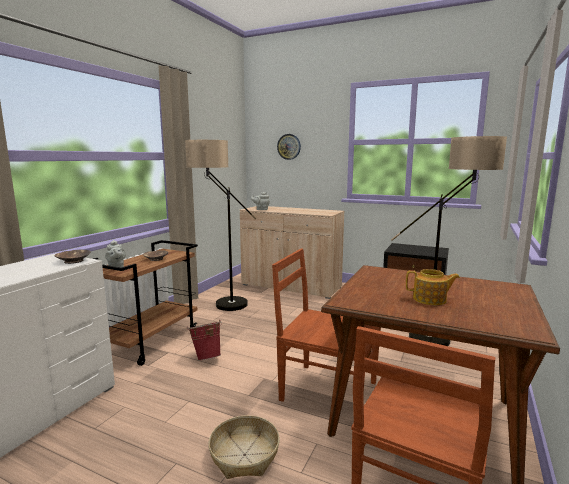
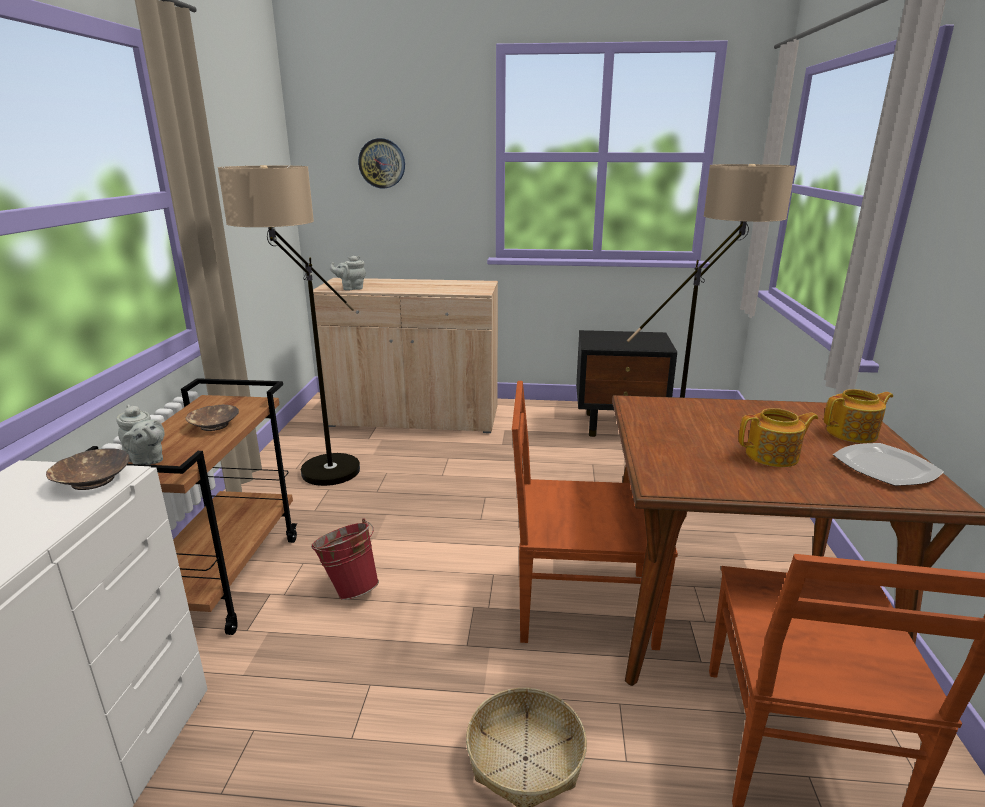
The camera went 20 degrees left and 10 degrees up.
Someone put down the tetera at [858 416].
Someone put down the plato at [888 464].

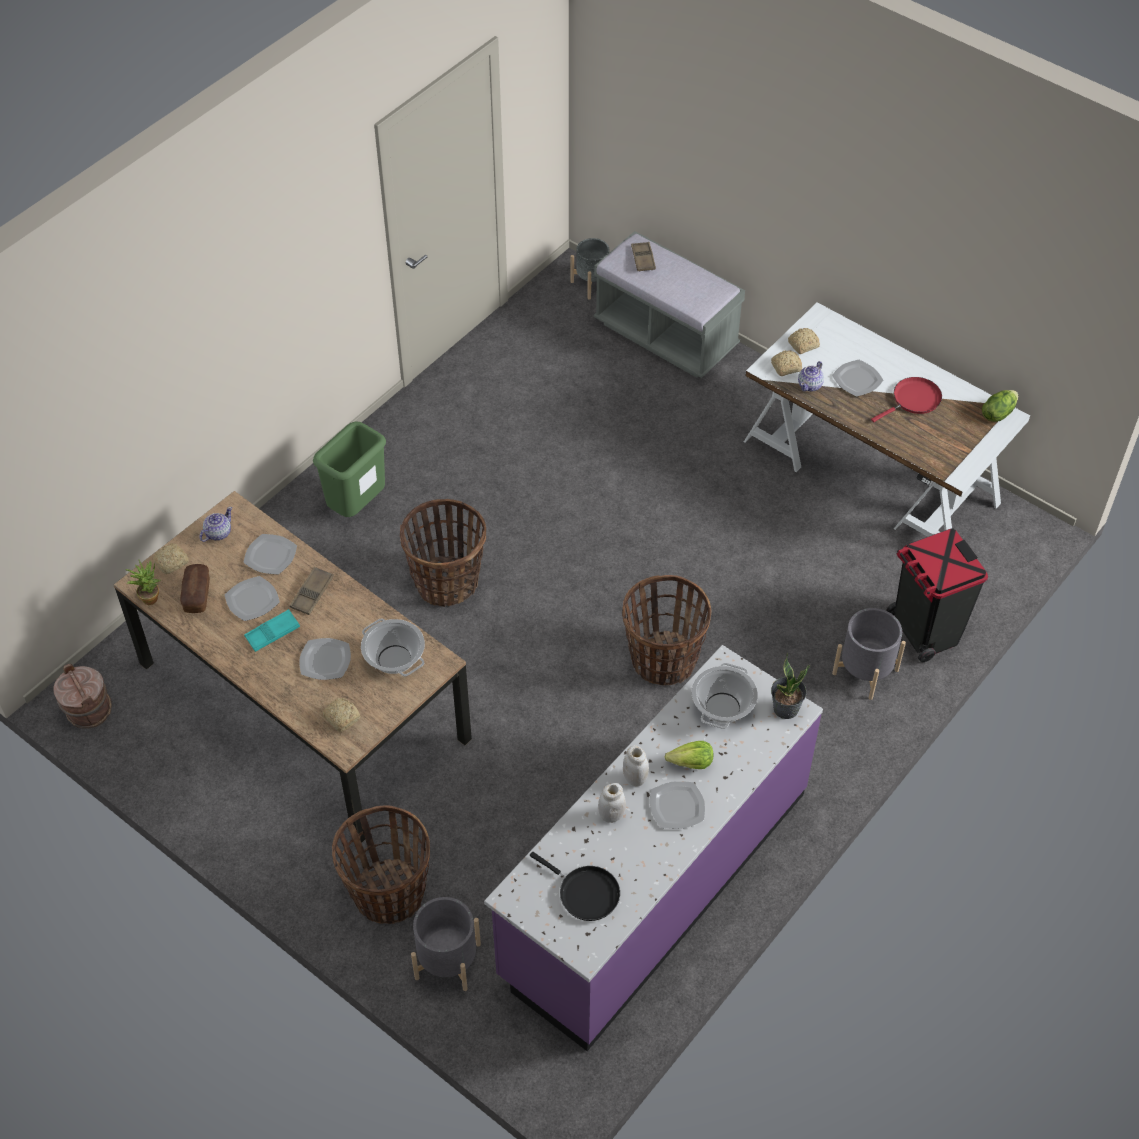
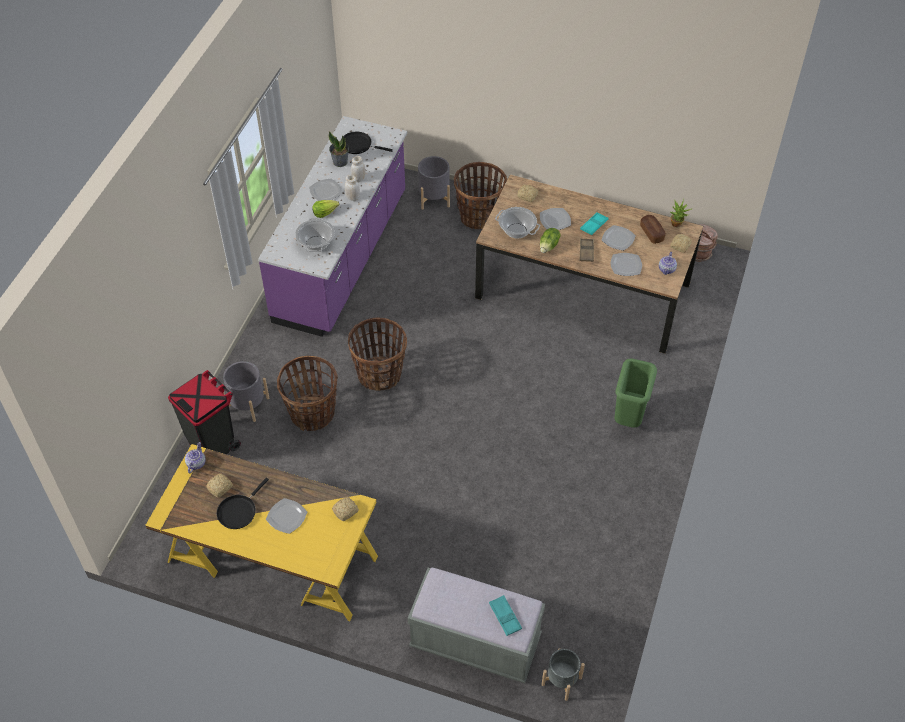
The camera went 160 degrees right and 0 degrees up.
Someone repainted the bandeja/marrón at [643 257], which became the bandeja/turquesa at [505 615].
Someone repainted the escritorio/blanco at [887 419], which became the escritorio/amarillo at [261 532].
Someone carried the pan from [804 341] to [219 485].
Someone carried the tetera from [811 376] to [195 457].
Someone repainted the sartén/rojo at [906 399], which became the sartén/negro at [243 503].
Someone carried the lechuga from [1000 406] to [550 240].
Someone carried the cesta from [443 553] to [307 393].
Someone carried the planta en maceta from [790 686] to [338 149].

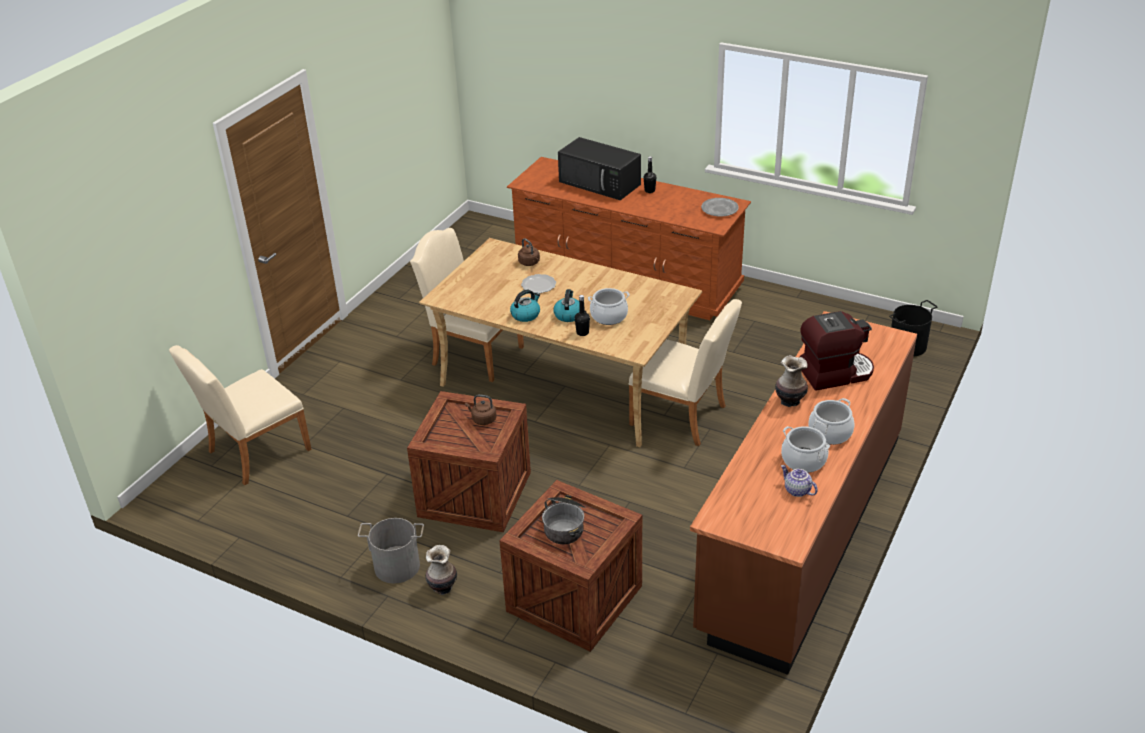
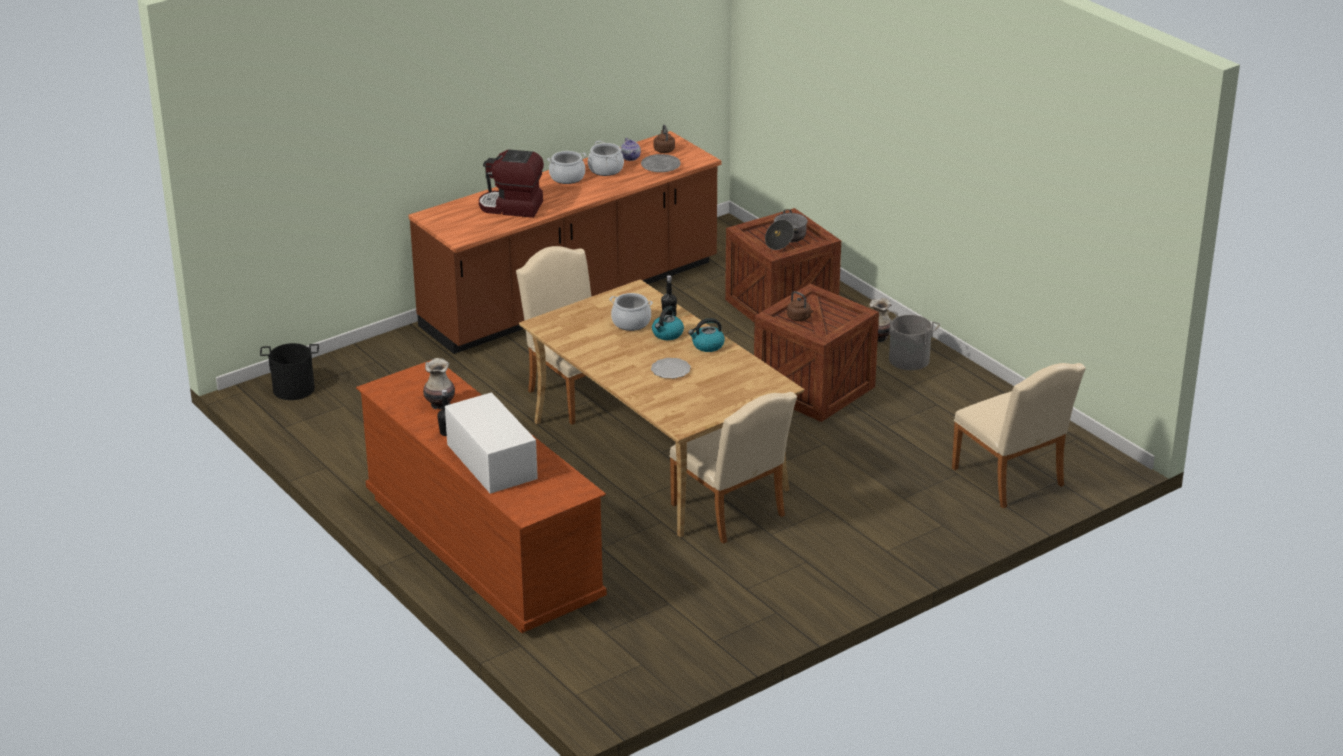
The camera went 155 degrees left and 5 degrees down.
Someone repainted the microondas/negro at [599 168], which became the microondas/blanco at [491 443].
Someone carried the plato/gris from [720 207] to [661 163].
Someone carried the hervidor/marrón from [529 252] to [664 139].
Someone rotated the silla/beis at [240 415] by 75 degrees clockwise.
Someone carried the florero from [791 381] to [439 384].

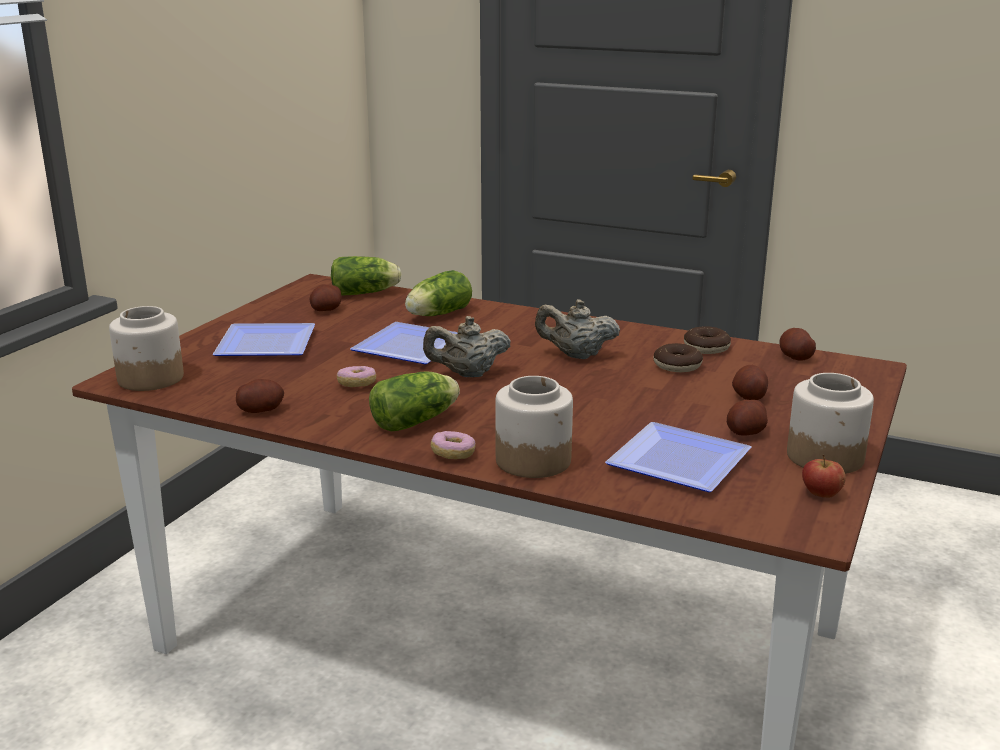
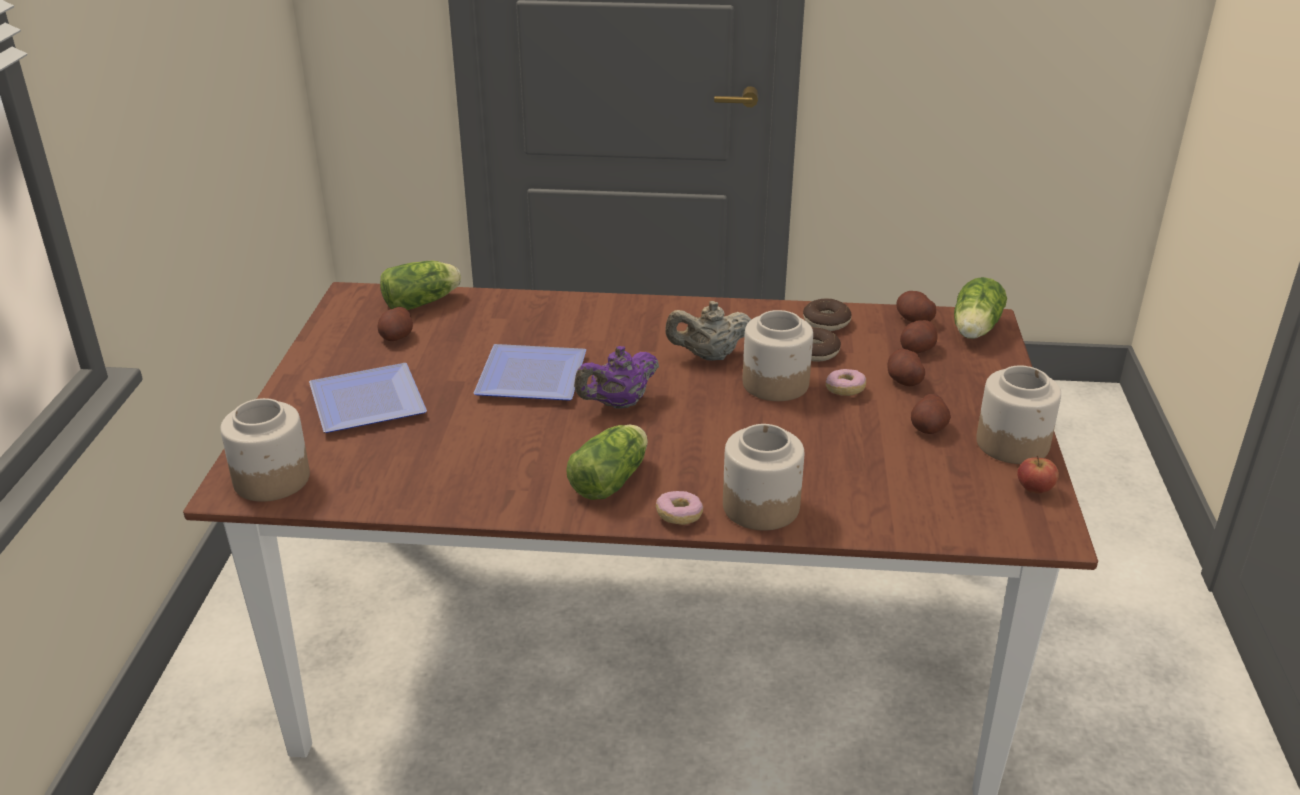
The camera went 20 degrees left and 10 degrees up.
Someone carried the lechuga from [438 293] to [980 308].
Someone repainted the tetera/beis at [467 346], which became the tetera/morado at [616 377].
Someone carried the rosquilla from [356 376] to [846 382].
Someone carried the patata from [260 396] to [919 336].
Someone took away the plato at [678 457].
Someone put down the tarro at [778 355].

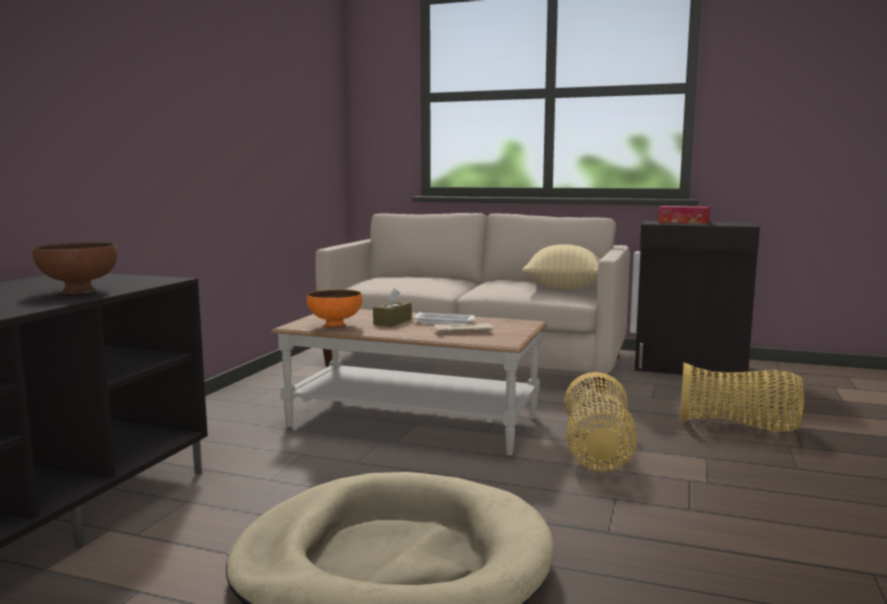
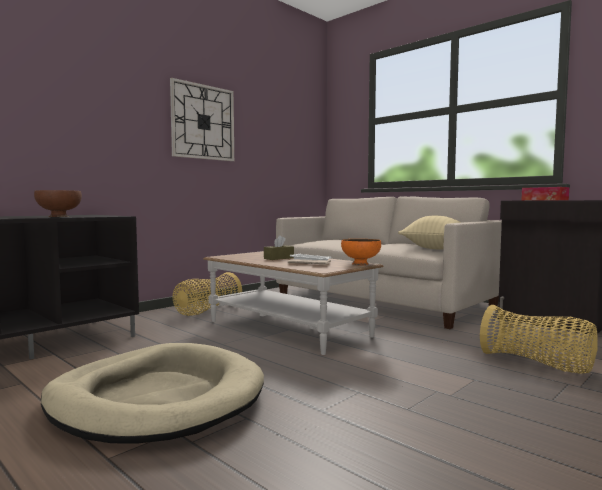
The camera went 25 degrees right and 5 degrees down.
Someone carried the cuenco/naranja from [334 309] to [361 252].
Someone carried the cesta from [600 422] to [207 294].
Someone put up the reloj de pared at [202 119].

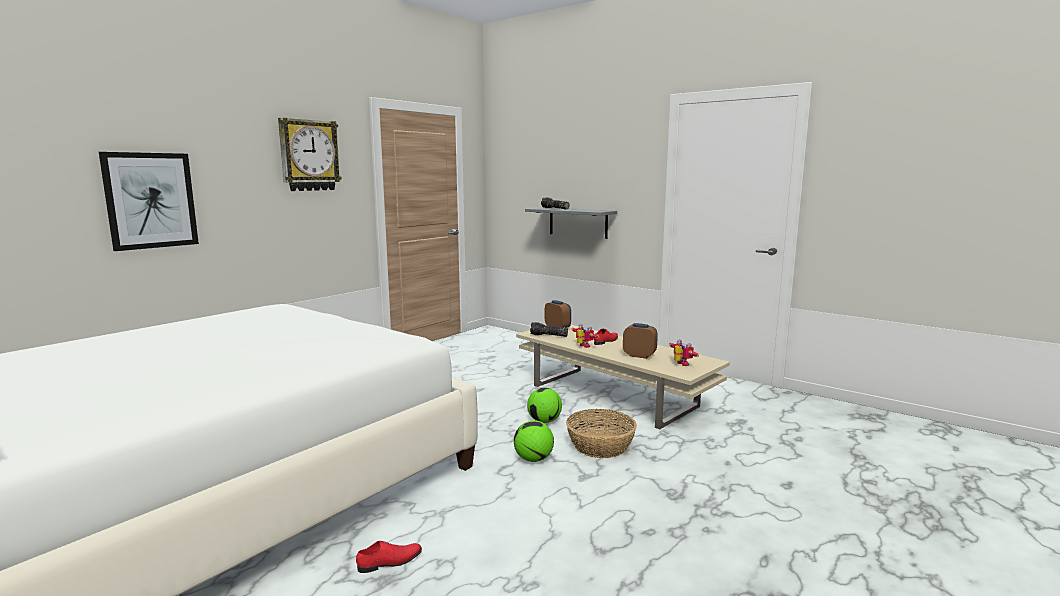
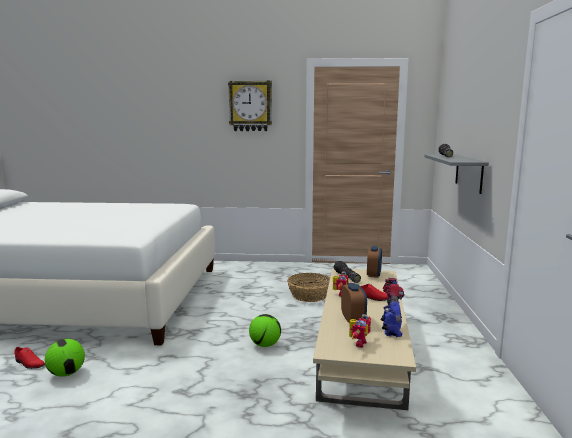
The camera went 55 degrees right and 0 degrees up.
Someone took away the cuadro at [149 201].
Someone carried the cesta from [601 433] to [308 287].
Someone carried the balón de fútbol from [534 441] to [65 358].
Someone put down the robot de juguete at [393 307].

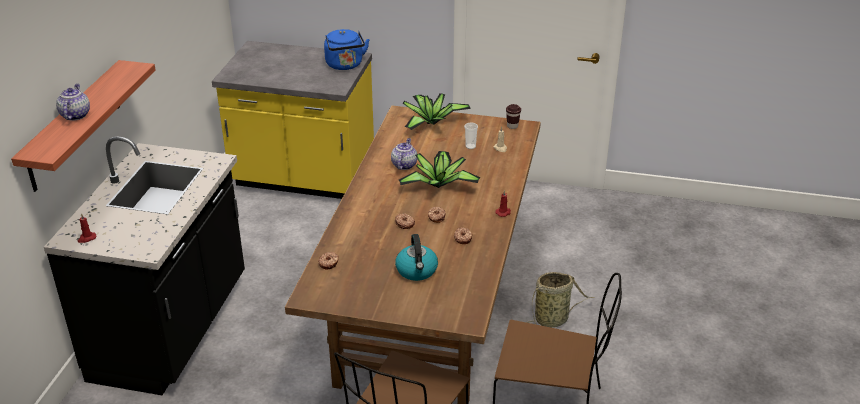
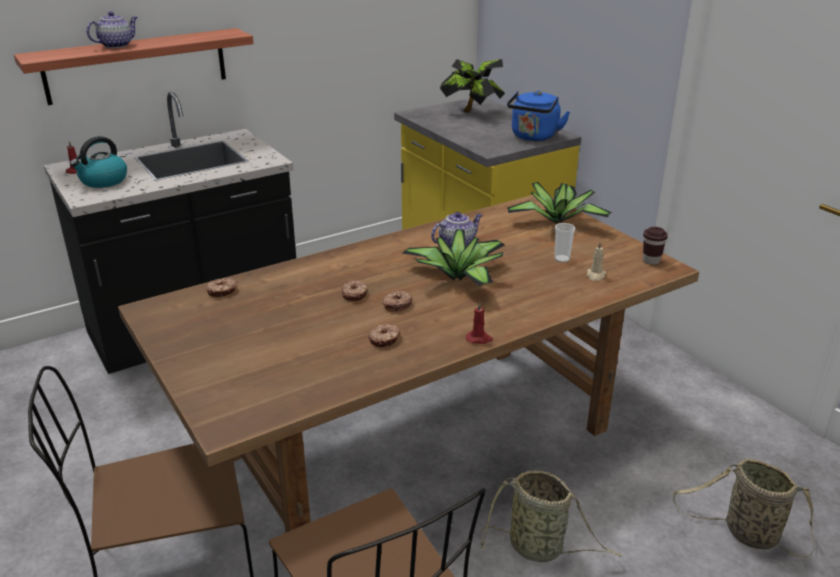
The camera went 45 degrees right and 5 degrees down.
Someone carried the hervidor from [416 257] to [98 162].
Someone put down the planta en maceta at [472 86].
Someone put down the cesta at [743 508].

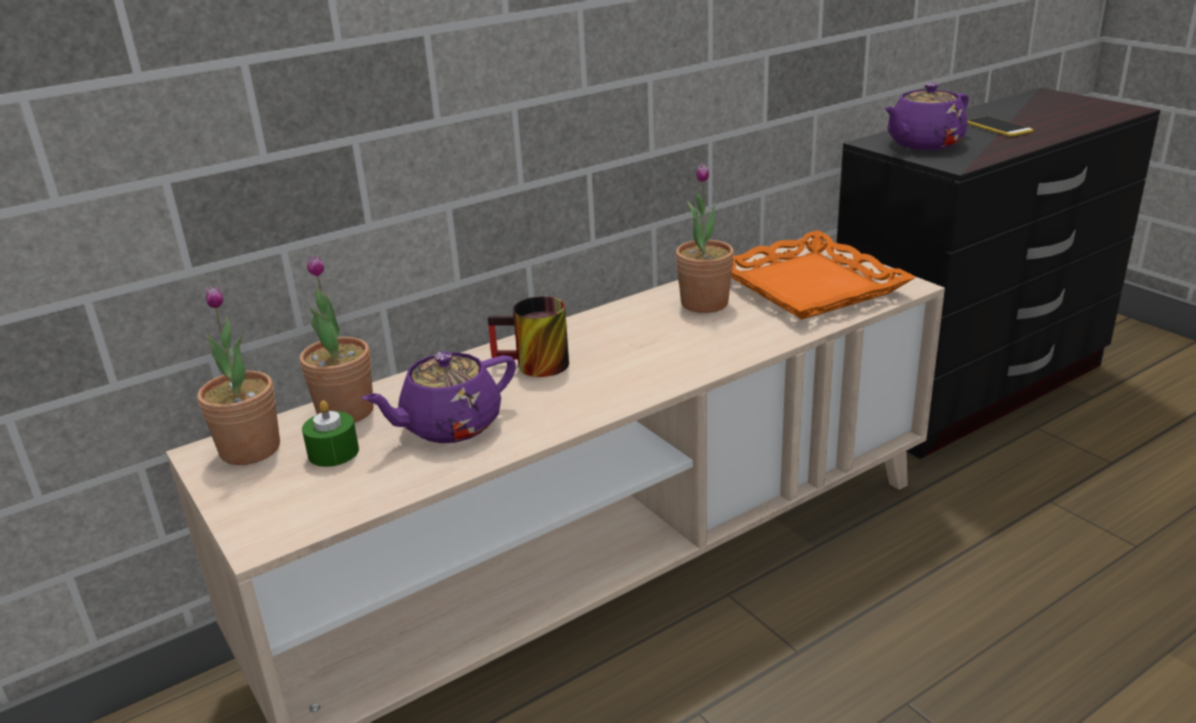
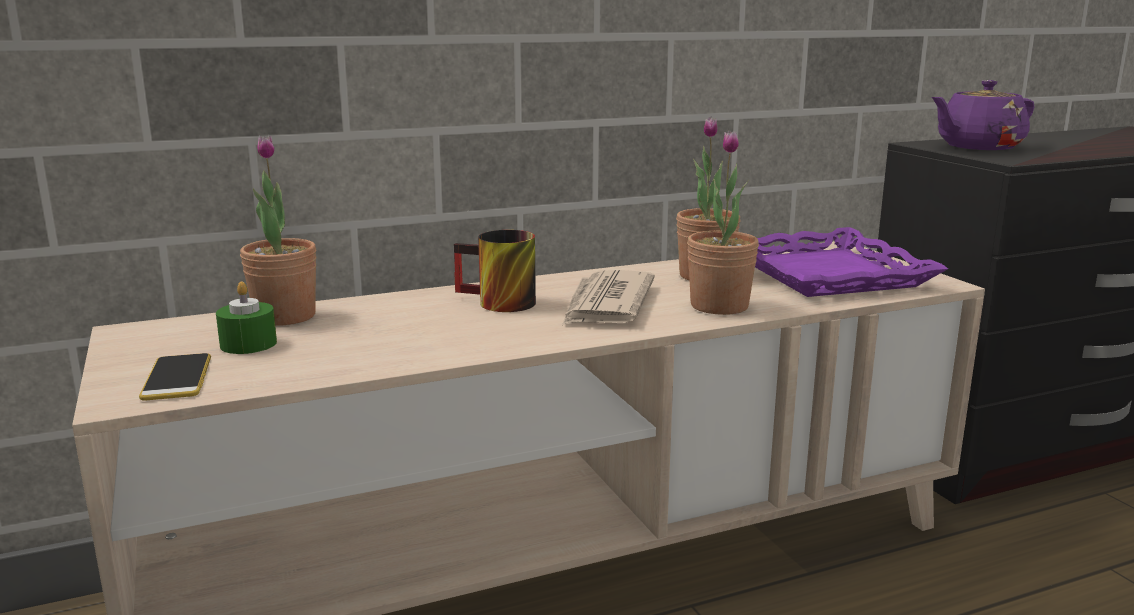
The camera went 10 degrees right and 10 degrees down.
Someone carried the móvil from [1000 126] to [175 377].
Someone repainted the bandeja/naranja at [823 275], which became the bandeja/morado at [851 262].
Someone carried the planta en maceta from [238 375] to [723 222].
Someone took away the tetera/morado at [438 397].
Someone put down the periódico at [608 297].

